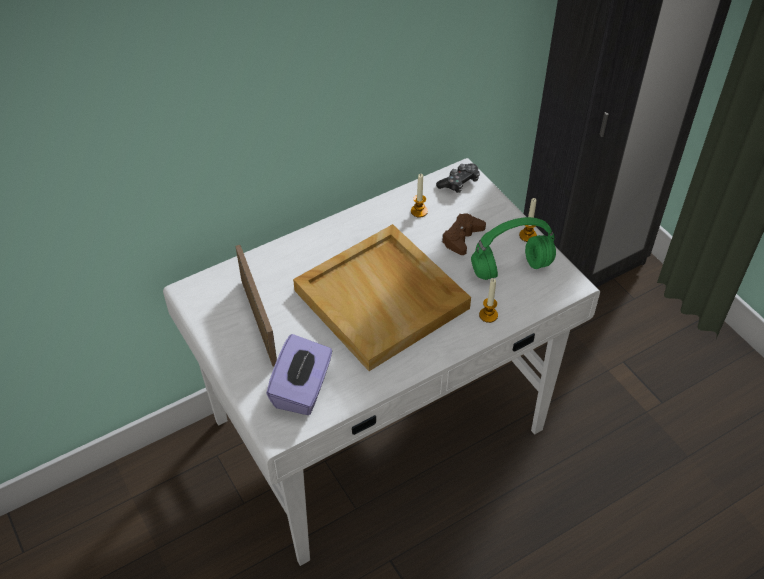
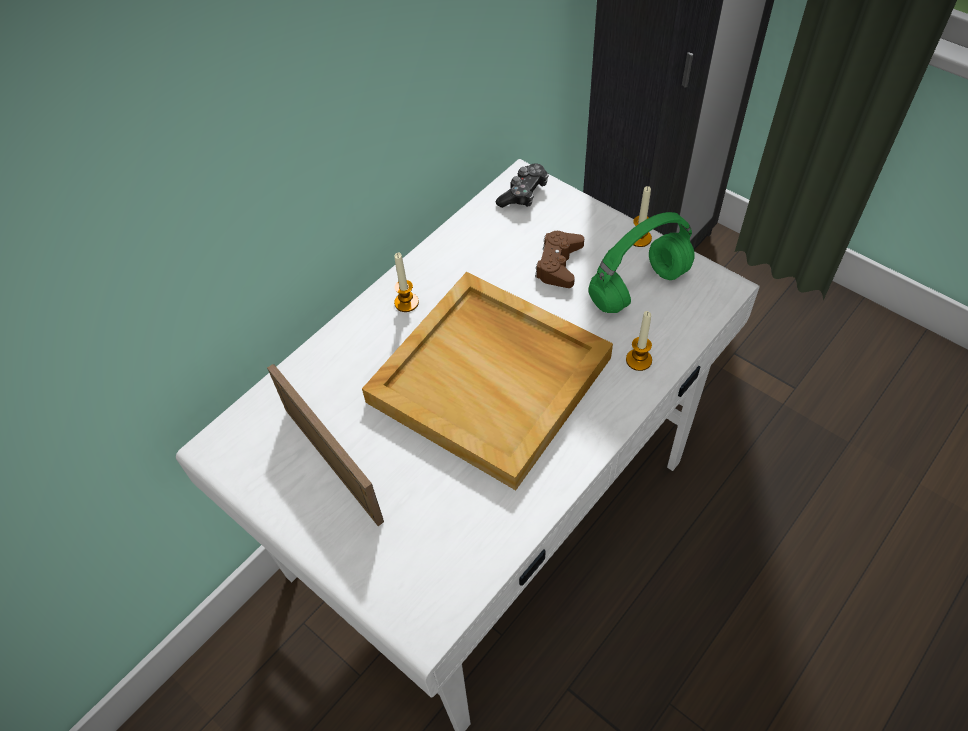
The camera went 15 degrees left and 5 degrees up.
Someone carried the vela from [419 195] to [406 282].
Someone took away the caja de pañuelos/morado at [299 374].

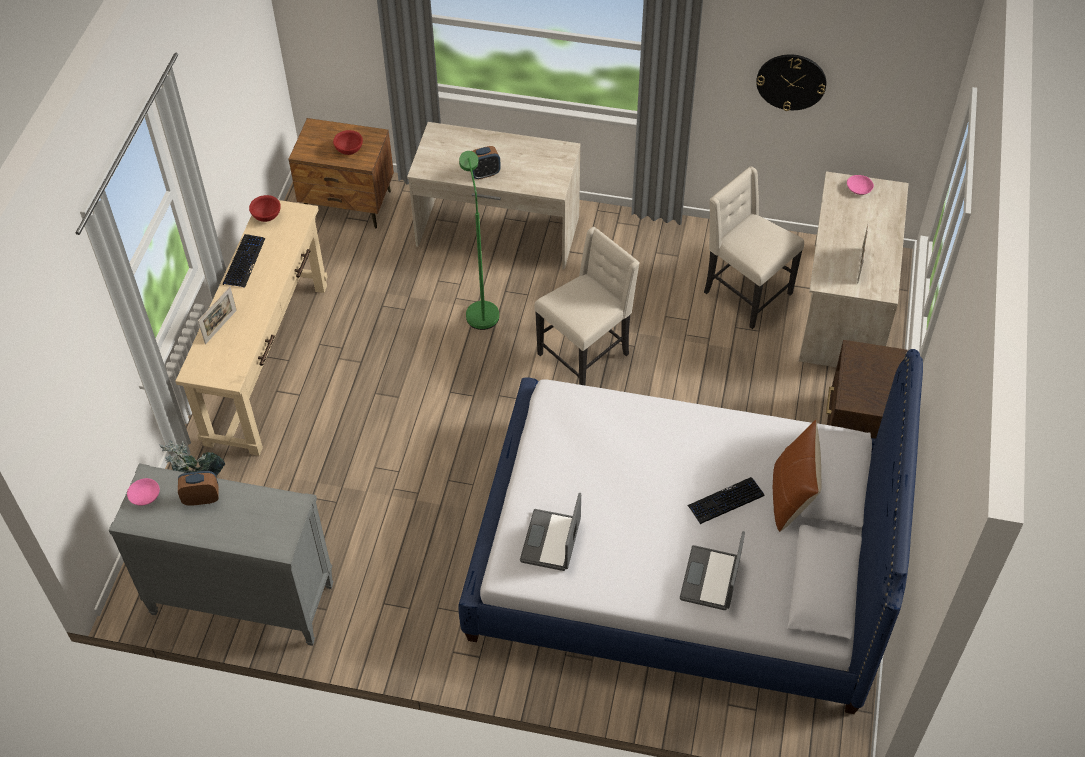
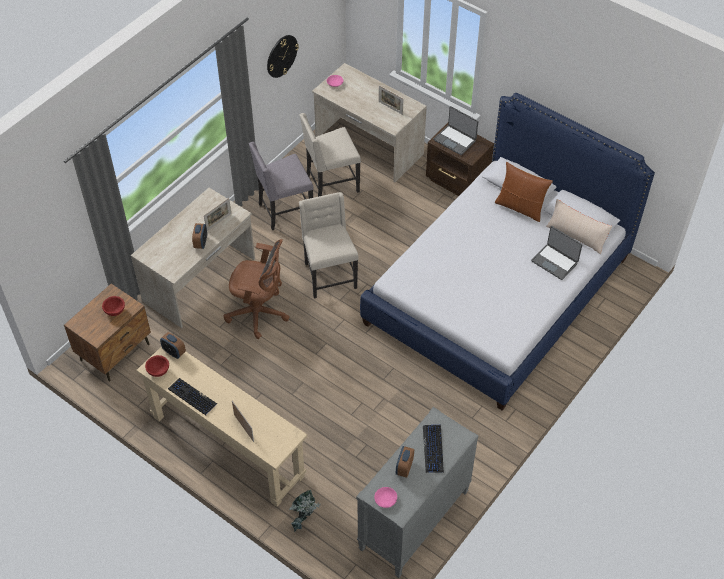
The camera went 65 degrees left and 0 degrees up.
Someone swapped the lámpara de pie/verde at [479 240] for the silla de oficina/marrón at [256 289].
Someone carried the teclado from [725 500] to [433 449].
Someone carried the portátil from [550 532] to [455 130].
Someone put down the silla/gris at [281 186].
Someone put down the portarretratos at [217 214].
Someone put down the cojín/beis at [579 226].
Someone put down the despertador at [173 345].

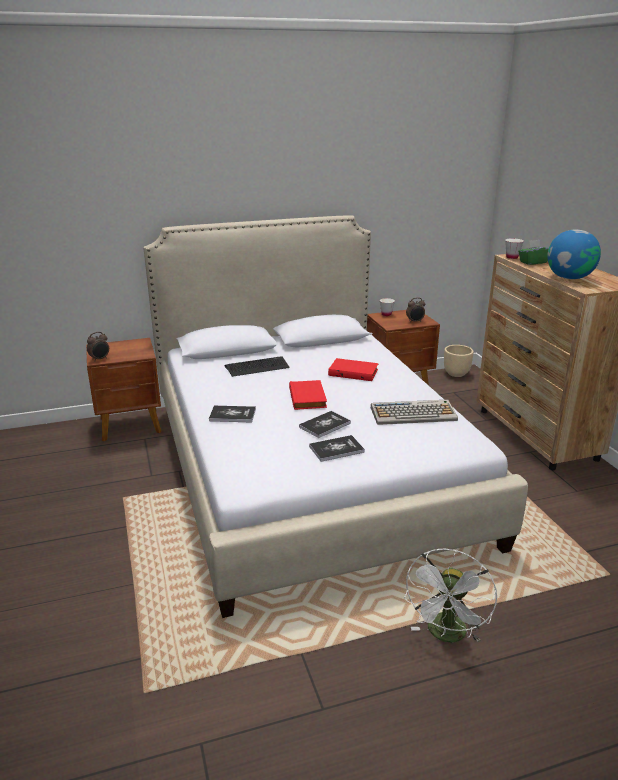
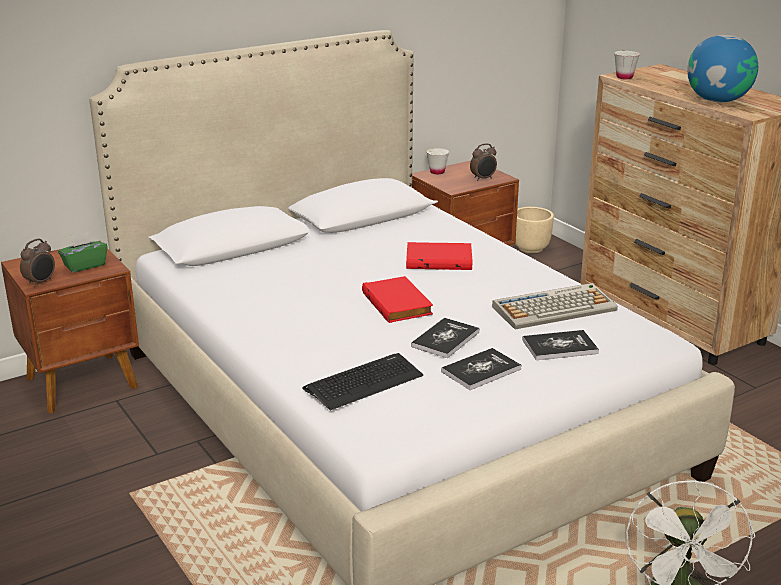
The camera went 15 degrees left and 0 degrees up.
Someone carried the caja de pañuelos/verde from [533 252] to [83 252].
Someone carried the teclado from [256 366] to [362 381].
Someone carried the libro from [232 414] to [561 345].

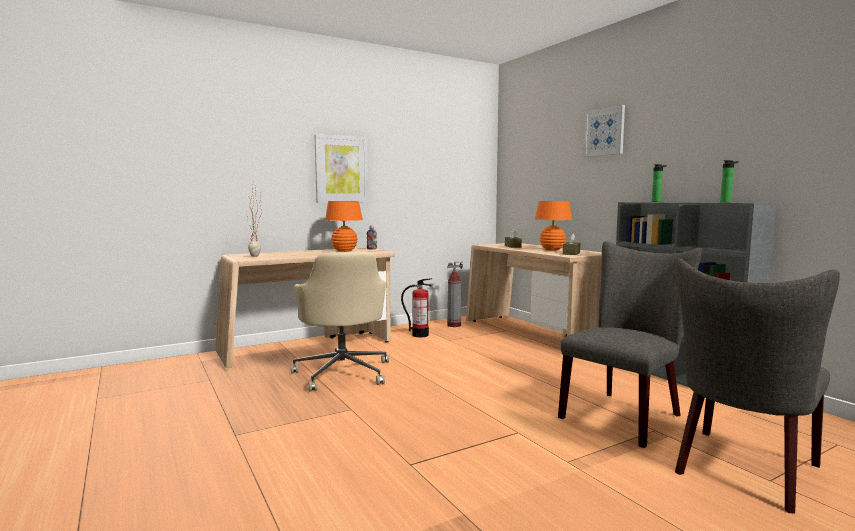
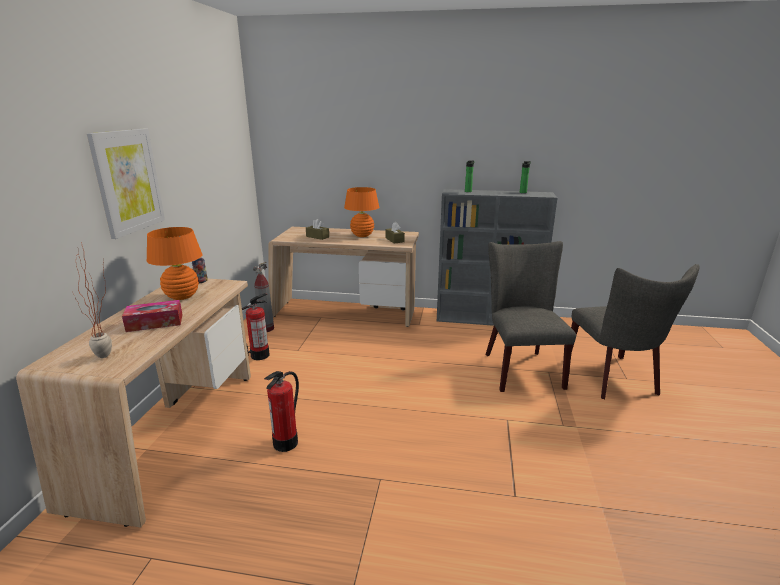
The camera went 50 degrees left and 15 degrees up.
Someone took away the cuadro at [604 131].
Someone swapped the silla de oficina/beis at [340 322] for the extintor at [281 411].
Someone put down the caja de pañuelos at [152 316].

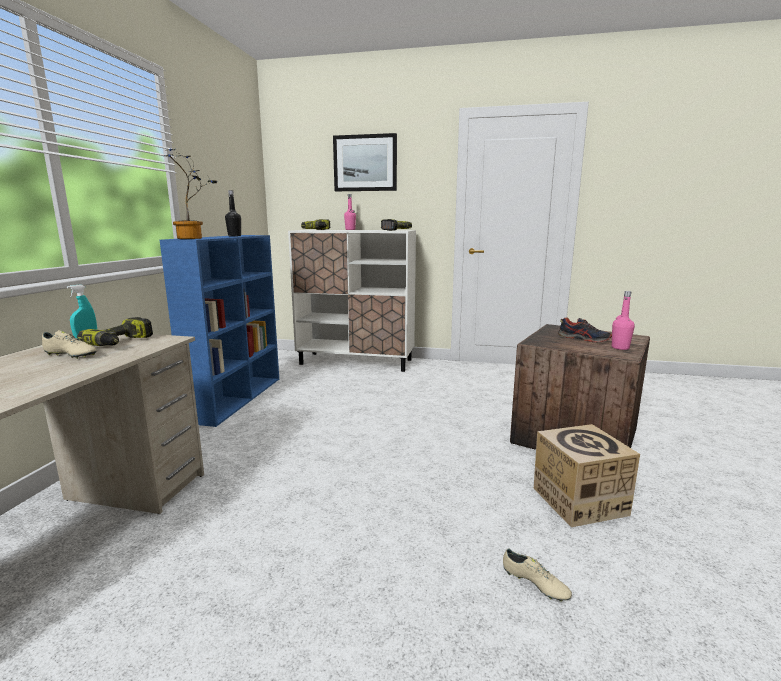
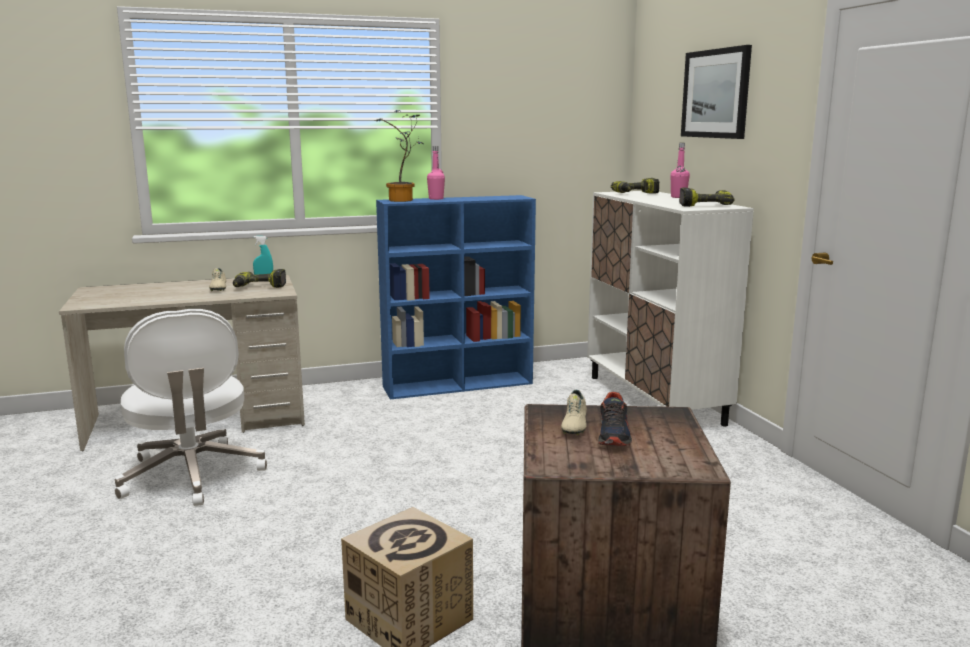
The camera went 60 degrees right and 0 degrees up.
Someone took away the botella/negro at [233 213].
Someone carried the botella/rosa from [623 320] to [436 173].
Someone carried the zapato/beis from [537 575] to [574 412].
Someone put down the silla de oficina/blanco at [191 407].

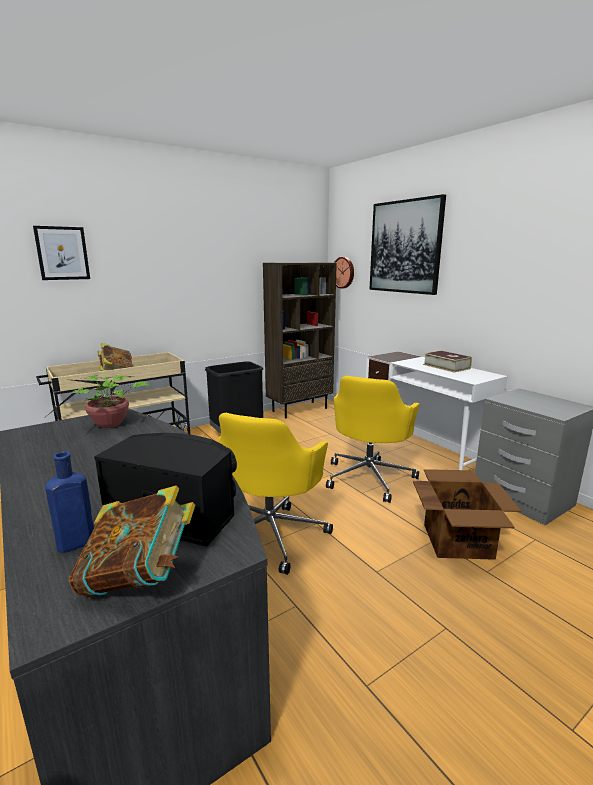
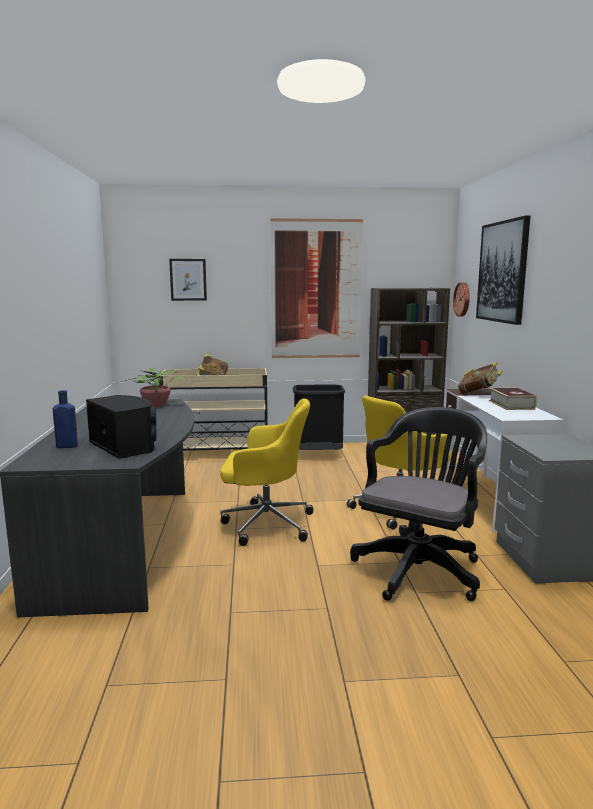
The camera went 30 degrees right and 5 degrees down.
Someone rotated the silla de oficina/amarillo at [275 494] by 135 degrees counterclockwise.
Someone swapped the caja de cartón at [467 514] for the silla de oficina/negro at [418 504].
Someone carried the libro from [132 541] to [480 378].
Someone put up the cuadro at [316 288].

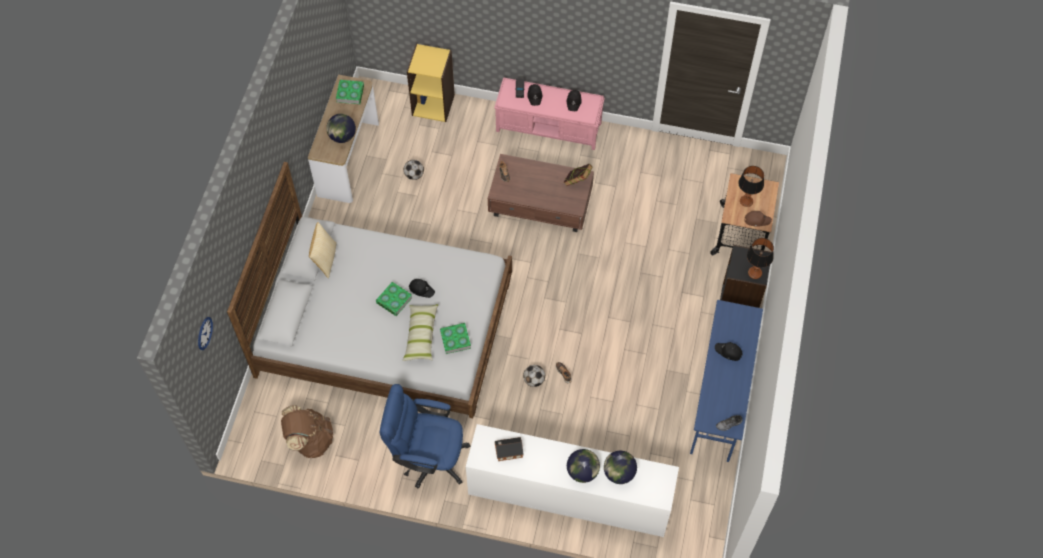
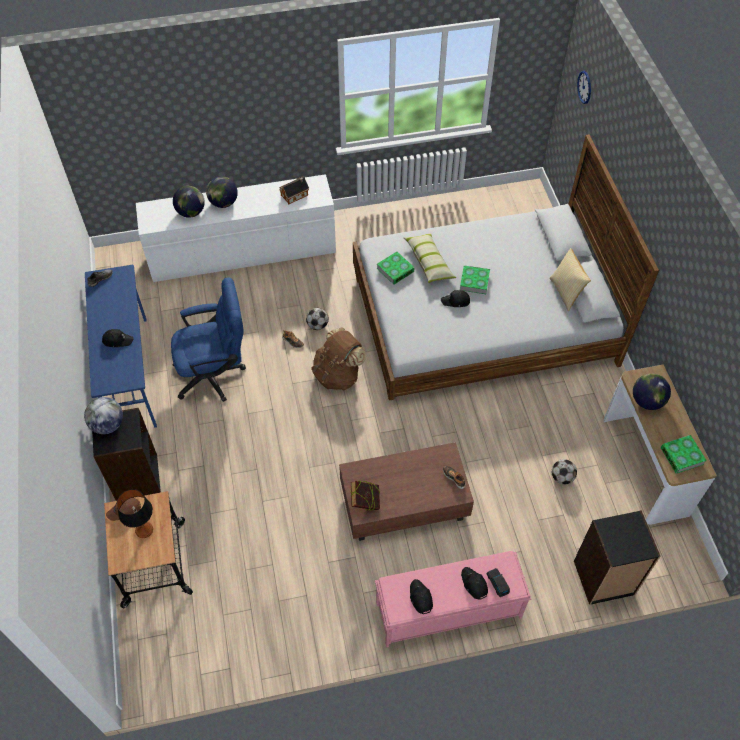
The camera went 155 degrees right and 5 degrees down.
Someone repainted the estantería/amarillo at [431 83], which became the estantería/negro at [617 557].
Someone swapped the lámpara de mesa at [760 258] for the globo terráqueo at [103 415].
Someone carried the silla de oficina/azul from [425 436] to [208 340].
Someone carried the mochila/marrón from [307 431] to [339 358].

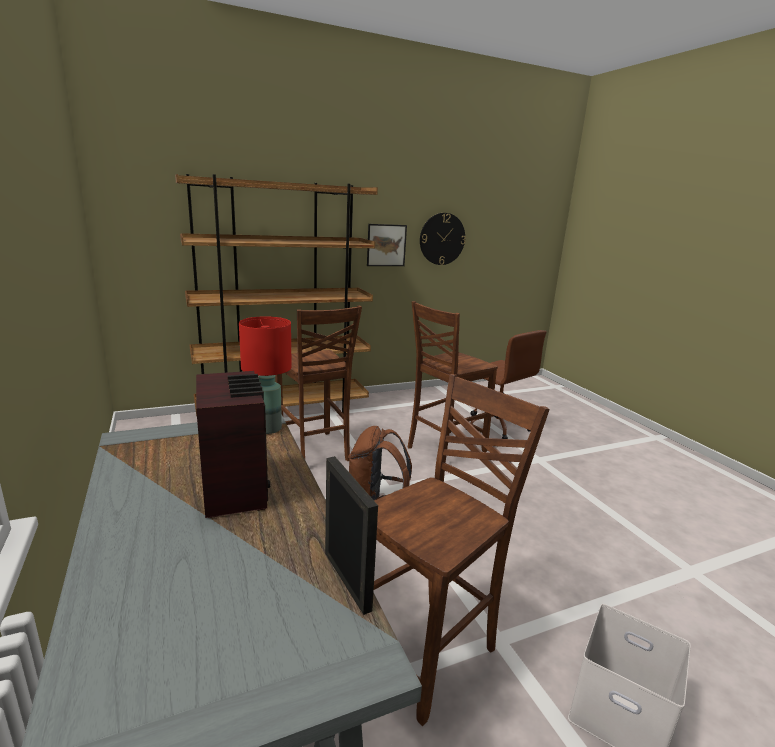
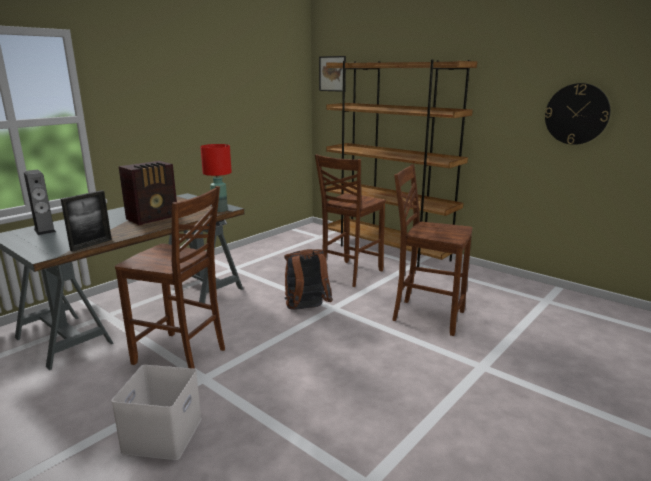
The camera went 65 degrees right and 0 degrees up.
Someone carried the cuadro from [387 245] to [332 74].
Someone took away the silla de oficina/marrón at [508 384].
Someone put down the altavoz at [40 202].

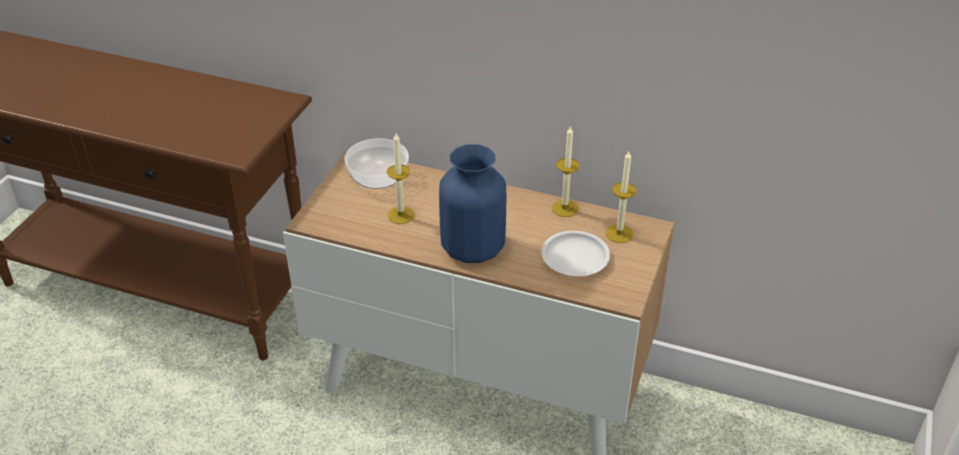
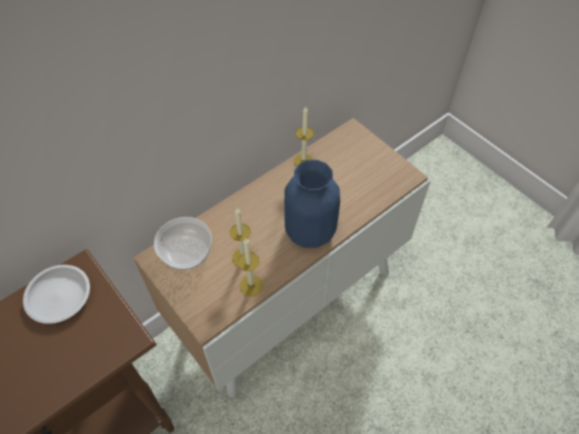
The camera went 60 degrees left and 15 degrees up.
Someone carried the vela from [621 197] to [250 267].
Someone carried the plato/blanco from [575 253] to [56 294].

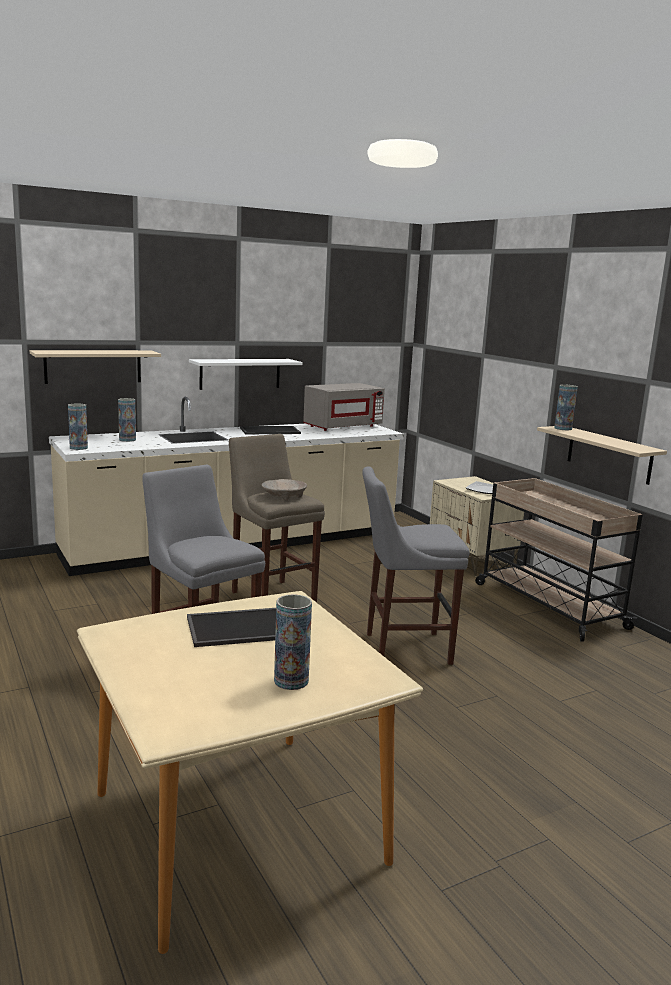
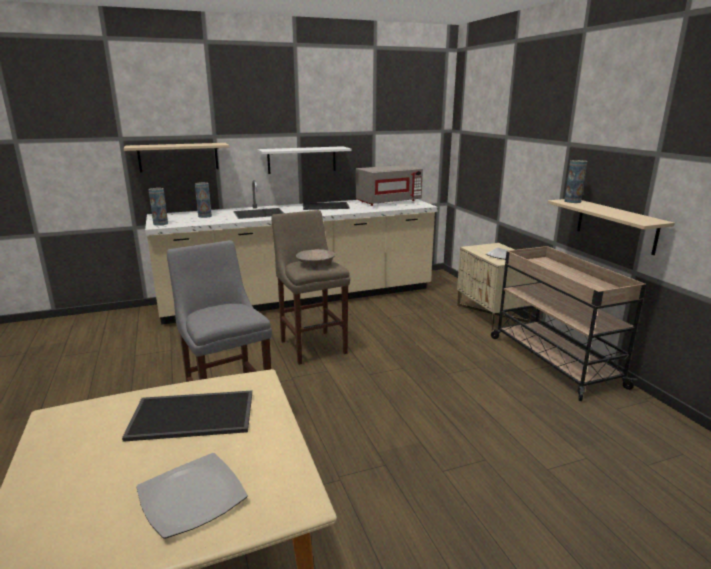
The camera went 10 degrees right and 5 degrees up.
Someone took away the taburete/gris at [415 565].
Someone swapped the florero at [293 642] for the plato at [192 496].

